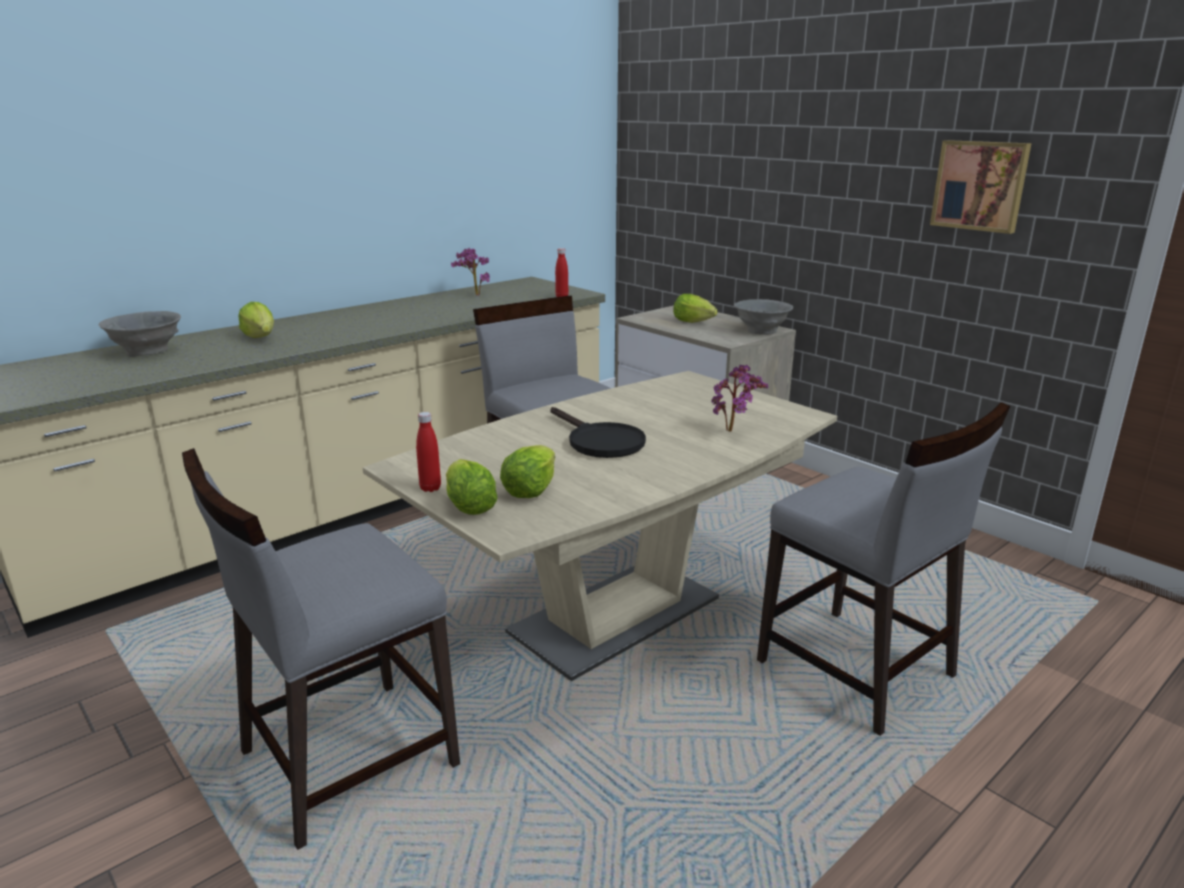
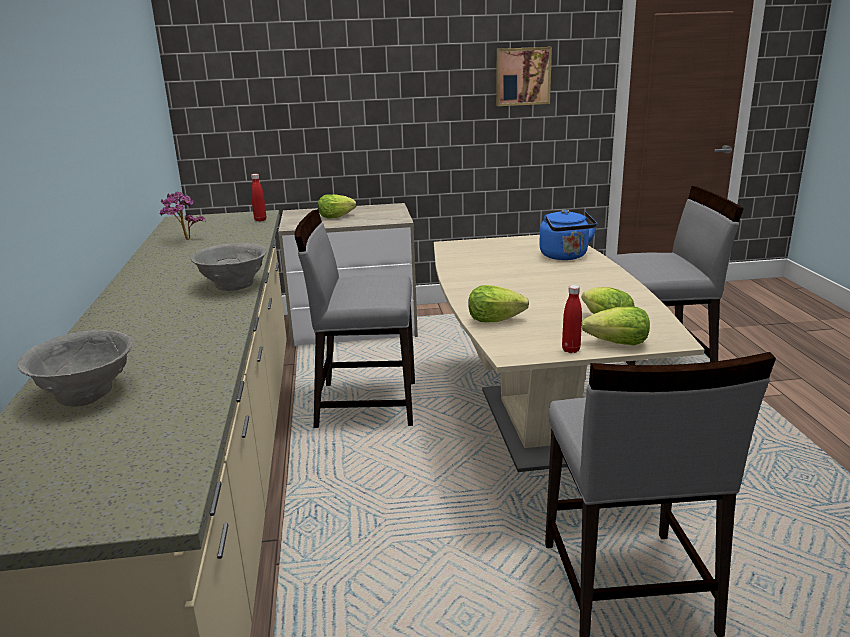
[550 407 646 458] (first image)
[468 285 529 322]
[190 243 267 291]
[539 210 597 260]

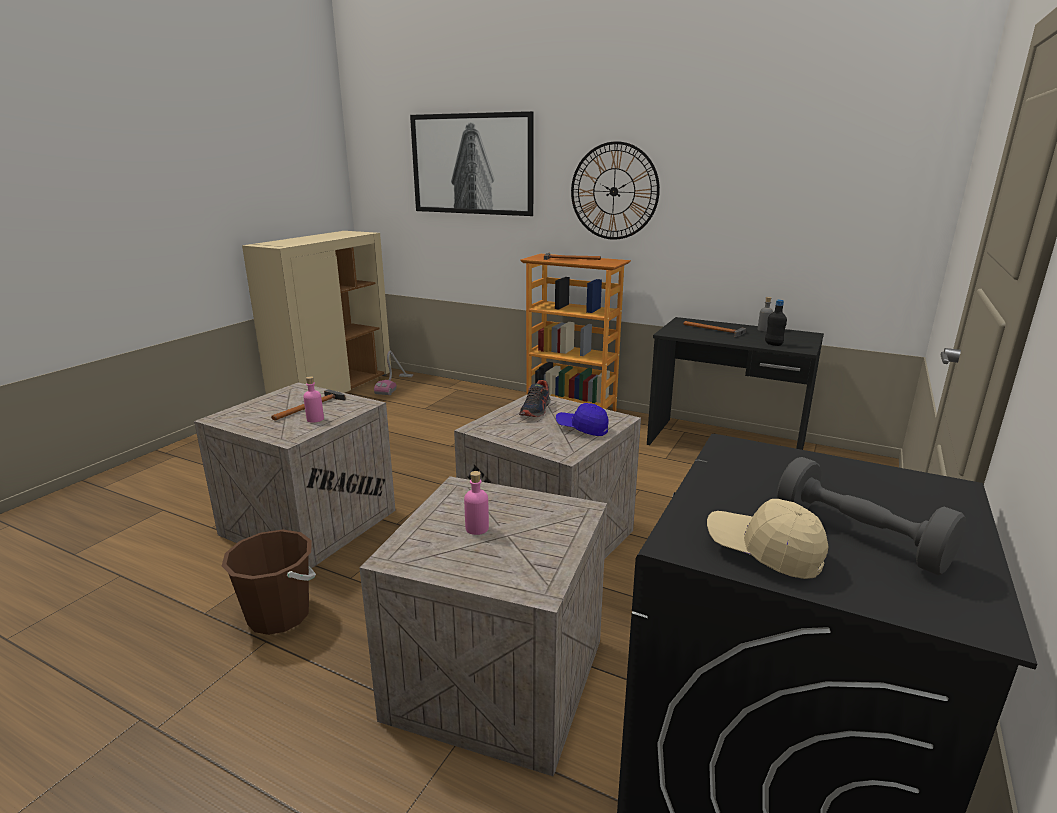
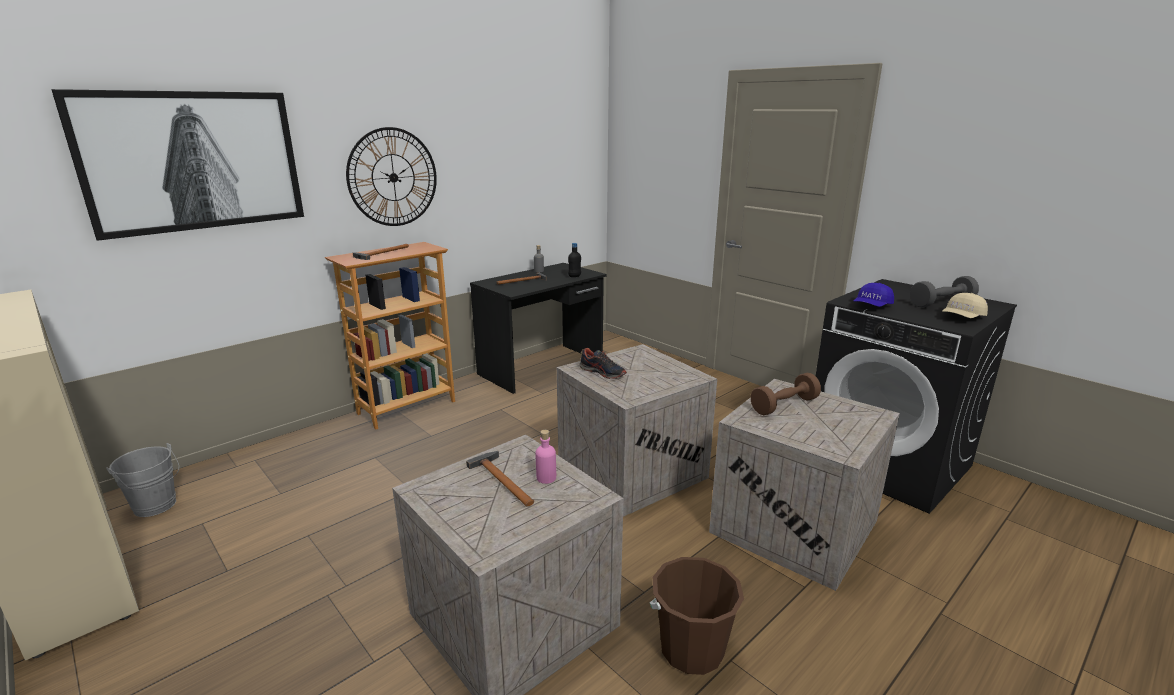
[464 471 489 535] (first image)
[751 373 821 415]
[854 283 894 307]
[106 443 179 517]

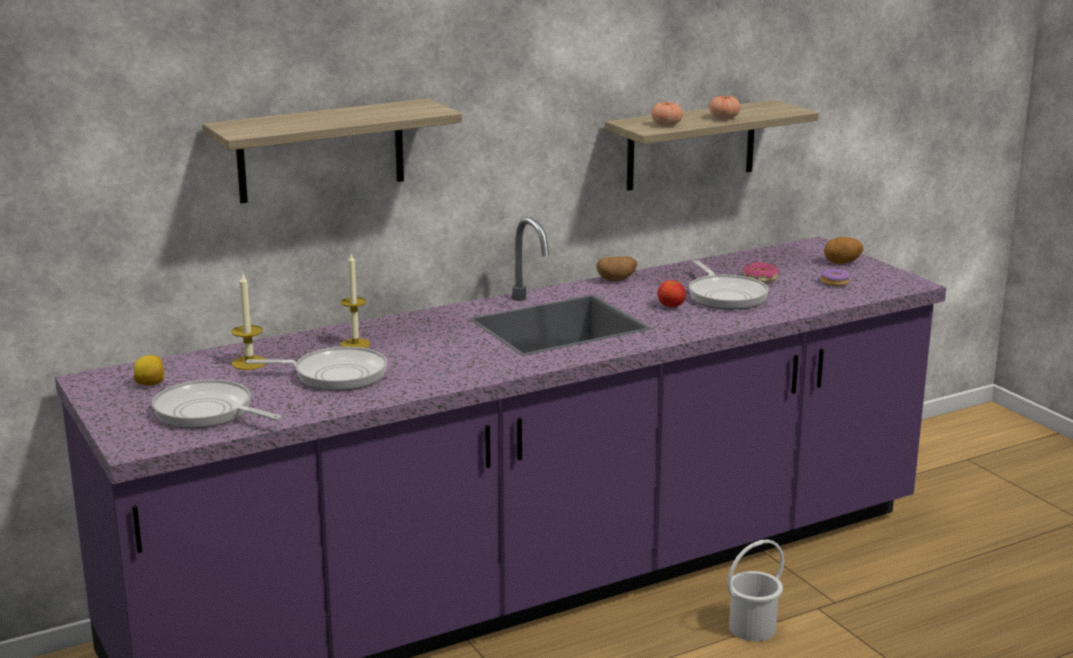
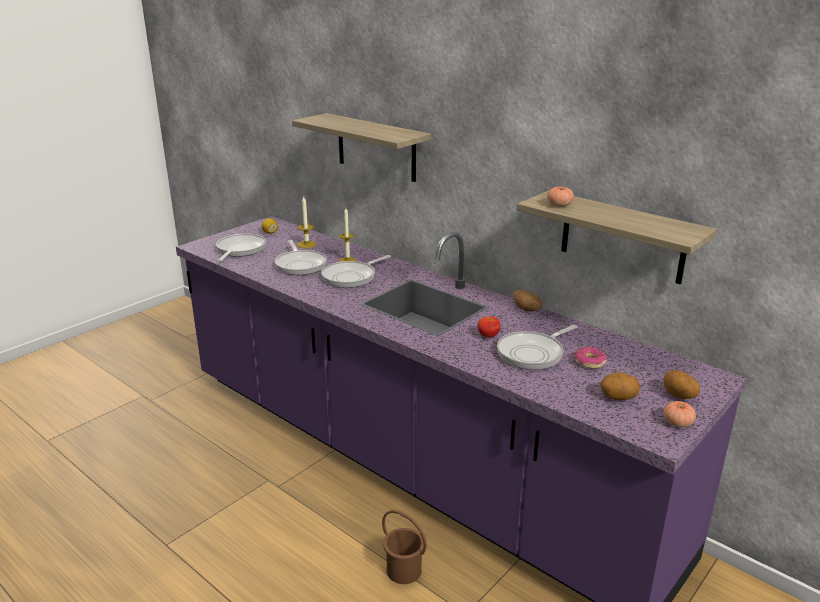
[321 255 391 288]
[663 401 696 427]
[600 372 640 400]
[382 510 427 584]

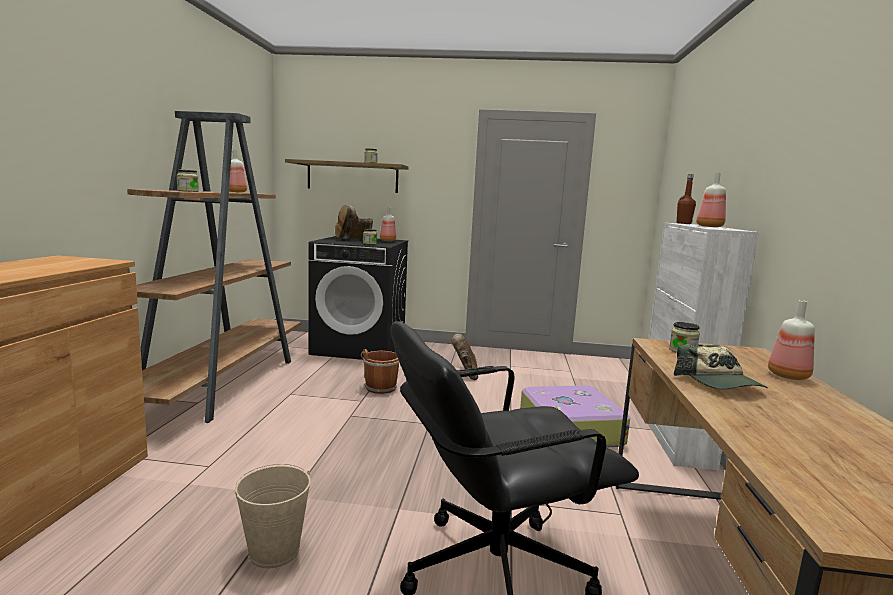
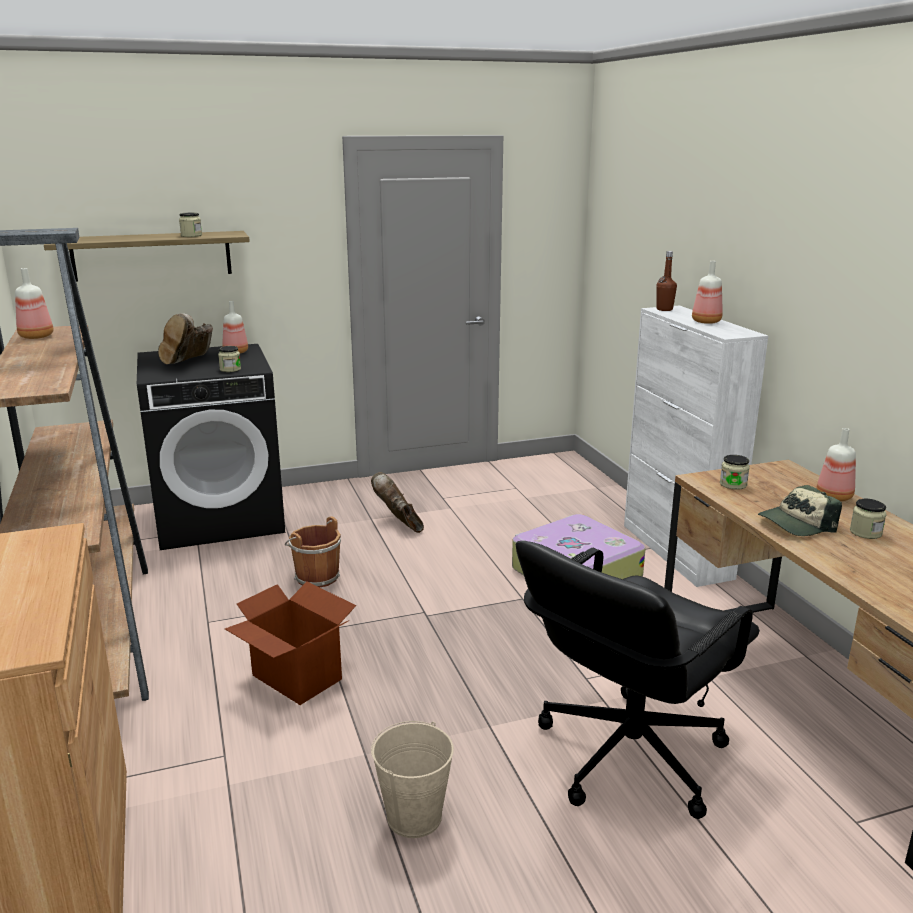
[225 582 356 705]
[850 499 887 539]
[758 485 842 536]

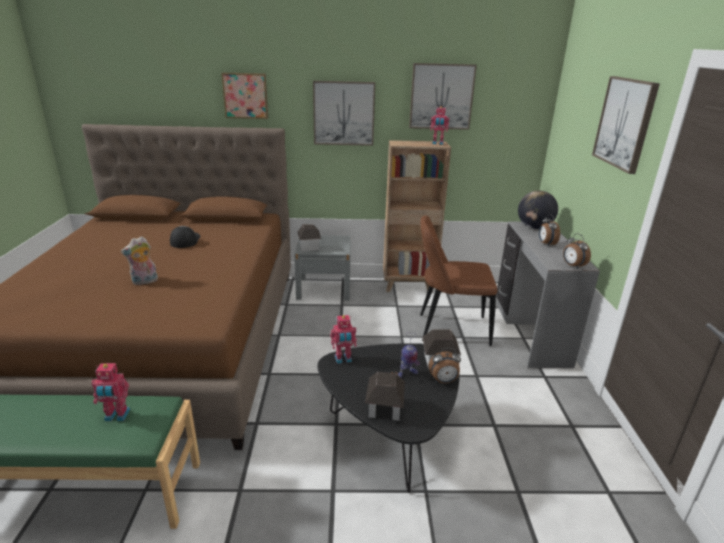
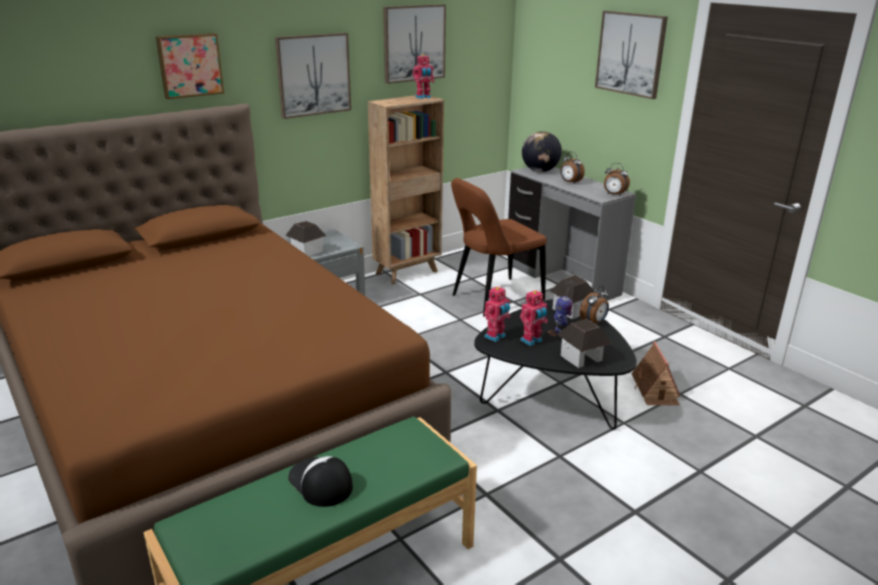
[121 236 158 285] (first image)
[631 342 681 405]
[520 290 548 346]
[288 456 353 507]

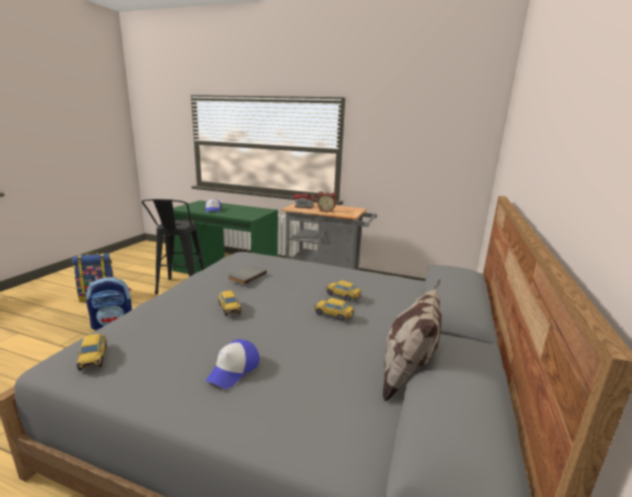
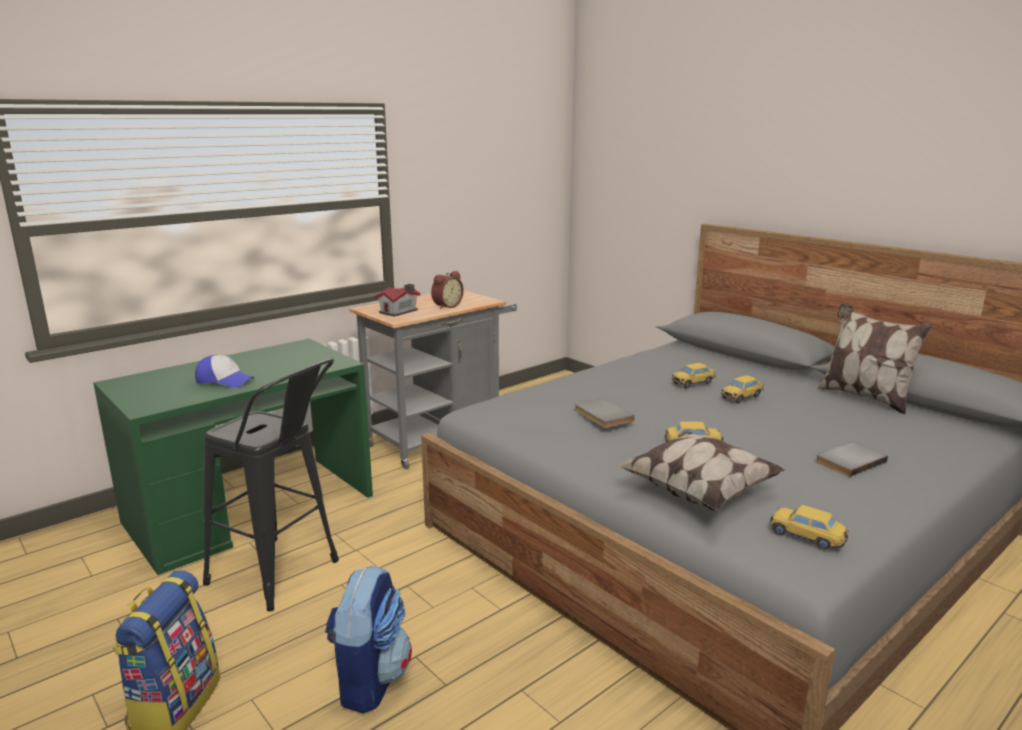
[617 432 785 511]
[815 442 888 477]
[770 505 849 550]

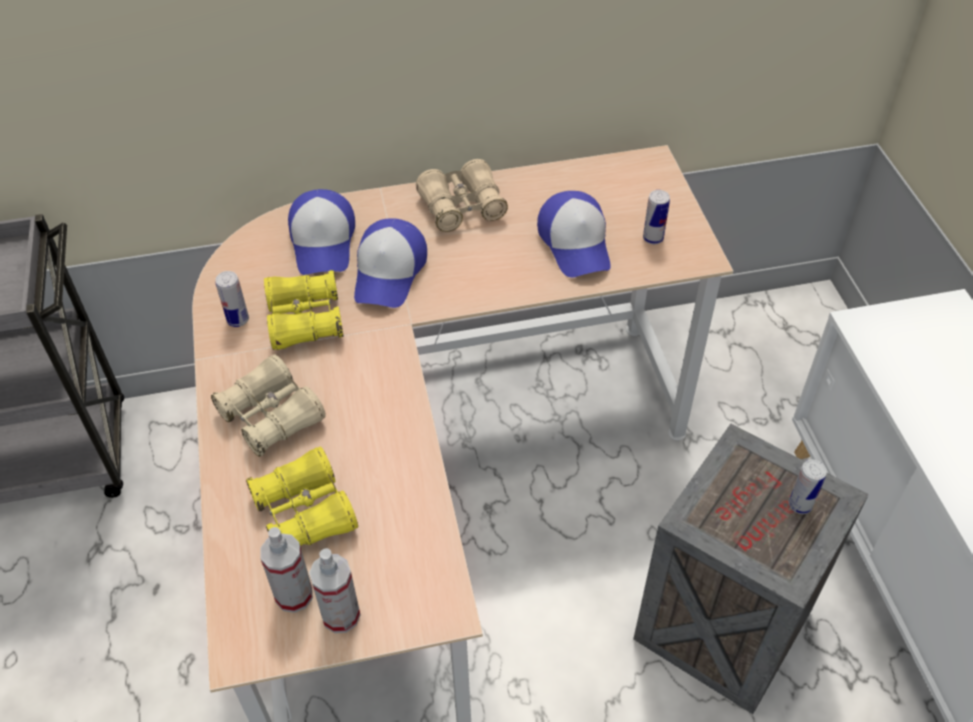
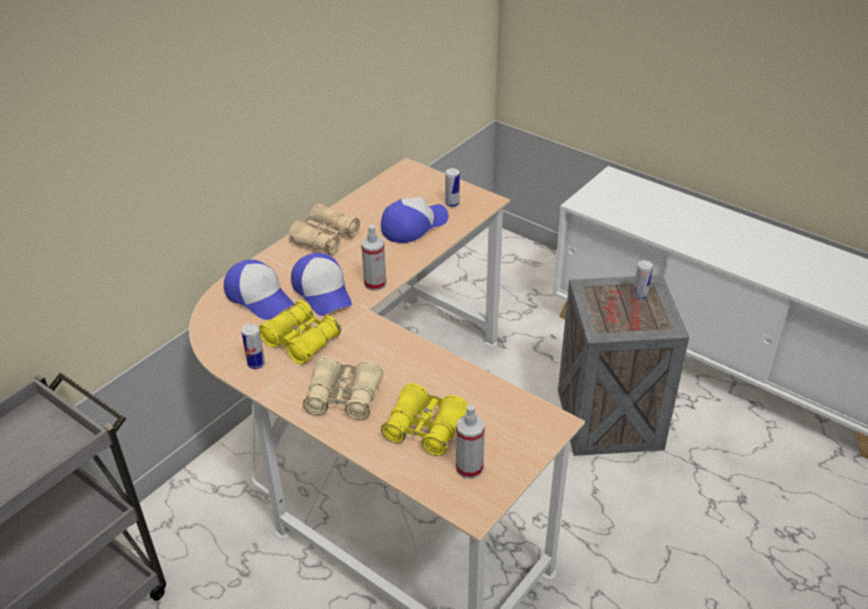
[361 225 386 291]
[381 197 449 243]

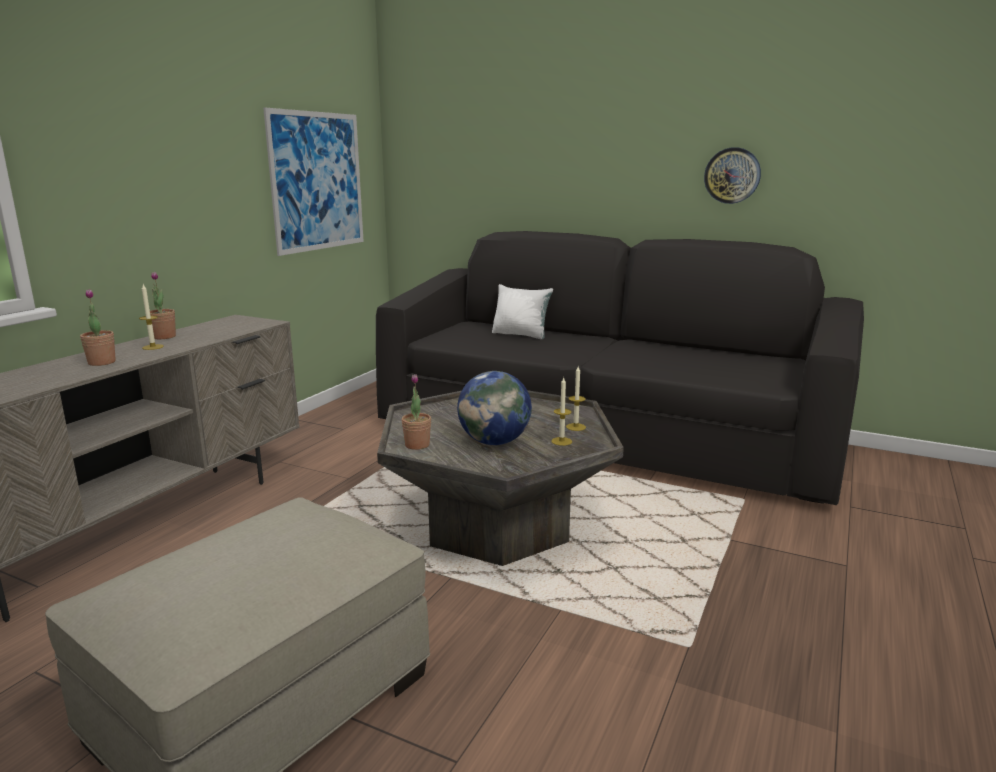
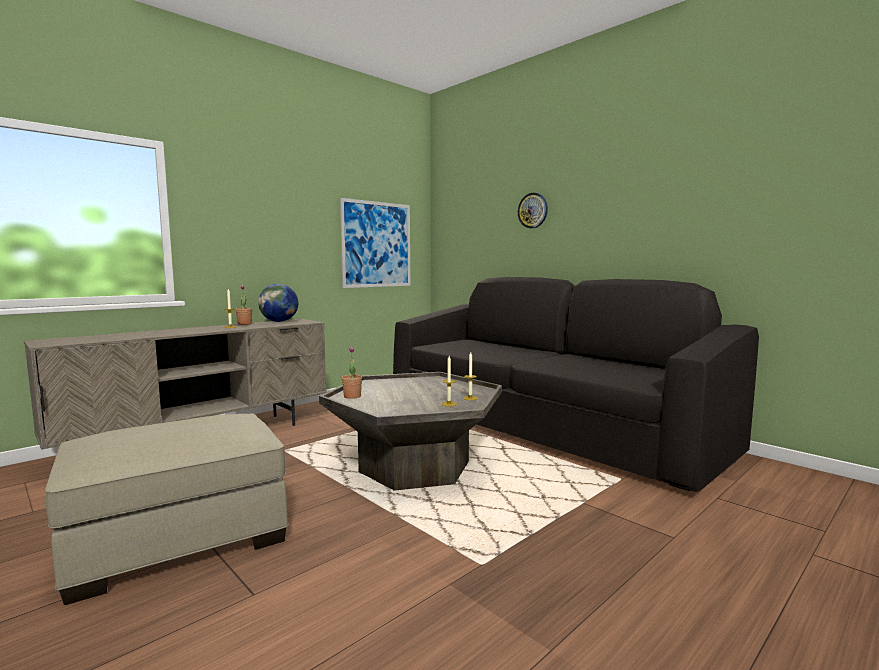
[80 289 116 366] (first image)
[492 284 553 340] (first image)
[258 284 298 322]
[518 193 548 228]

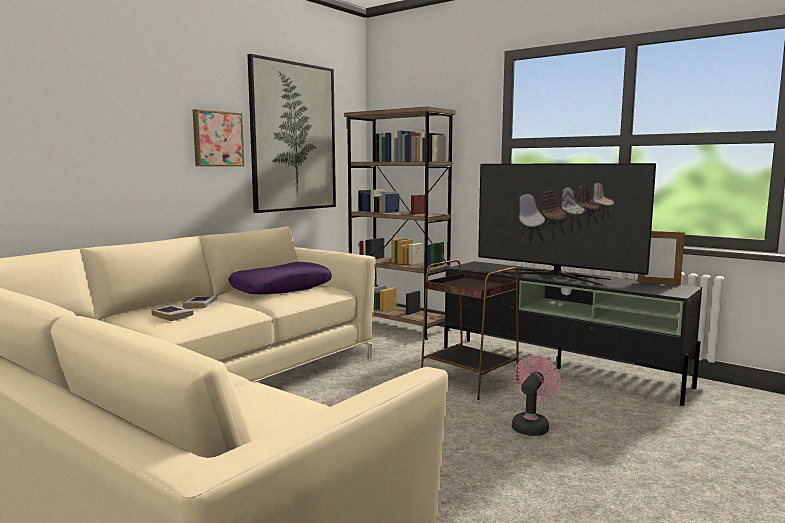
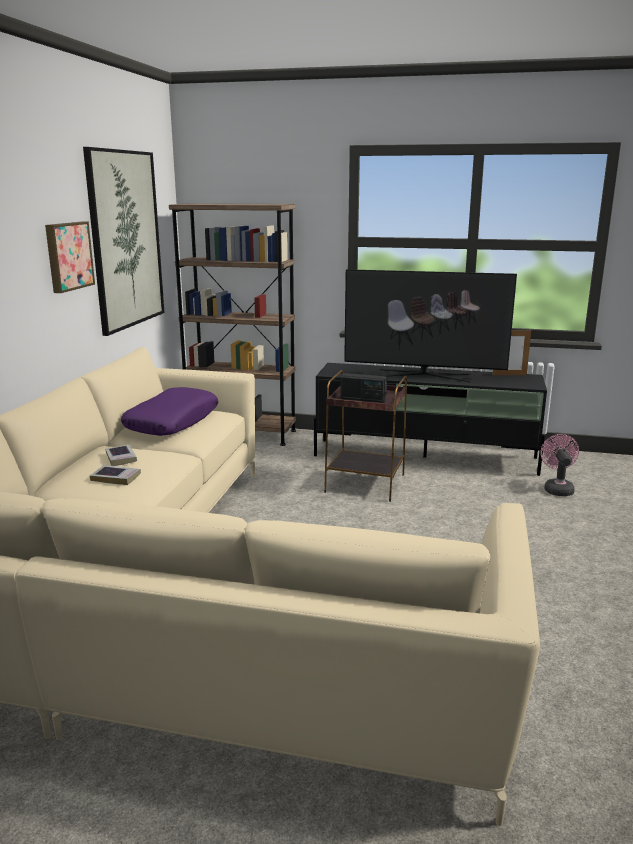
[340 373 387 403]
[541 434 579 496]

